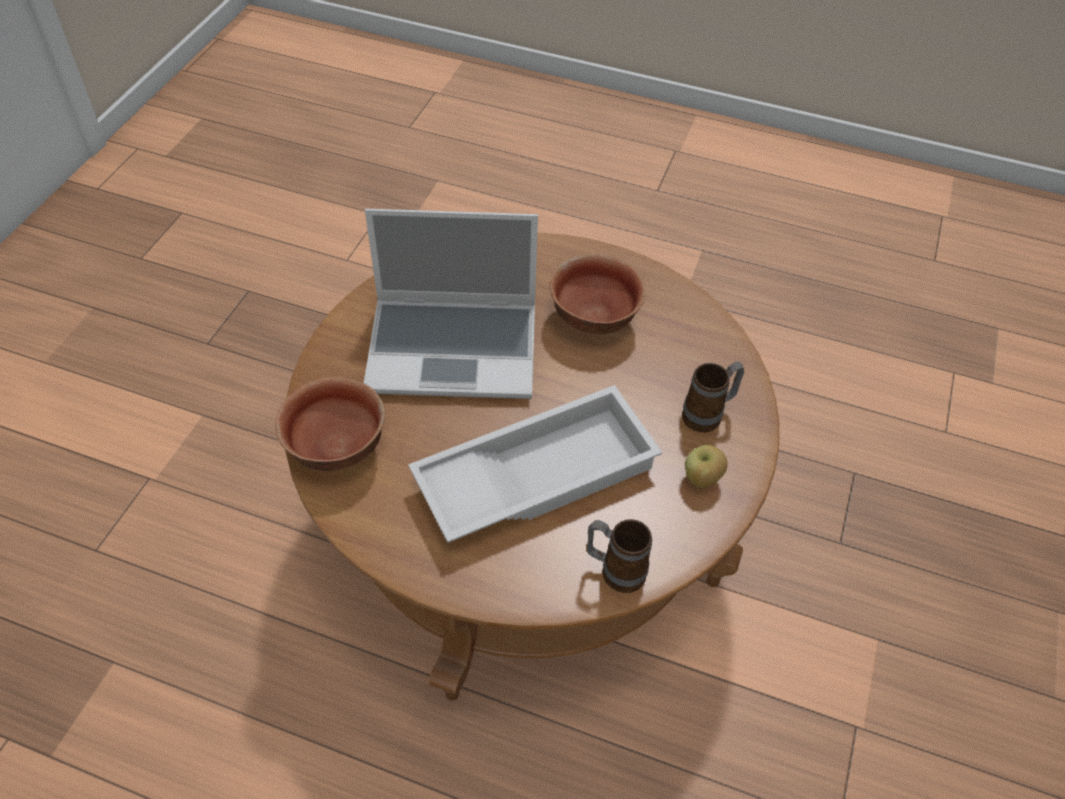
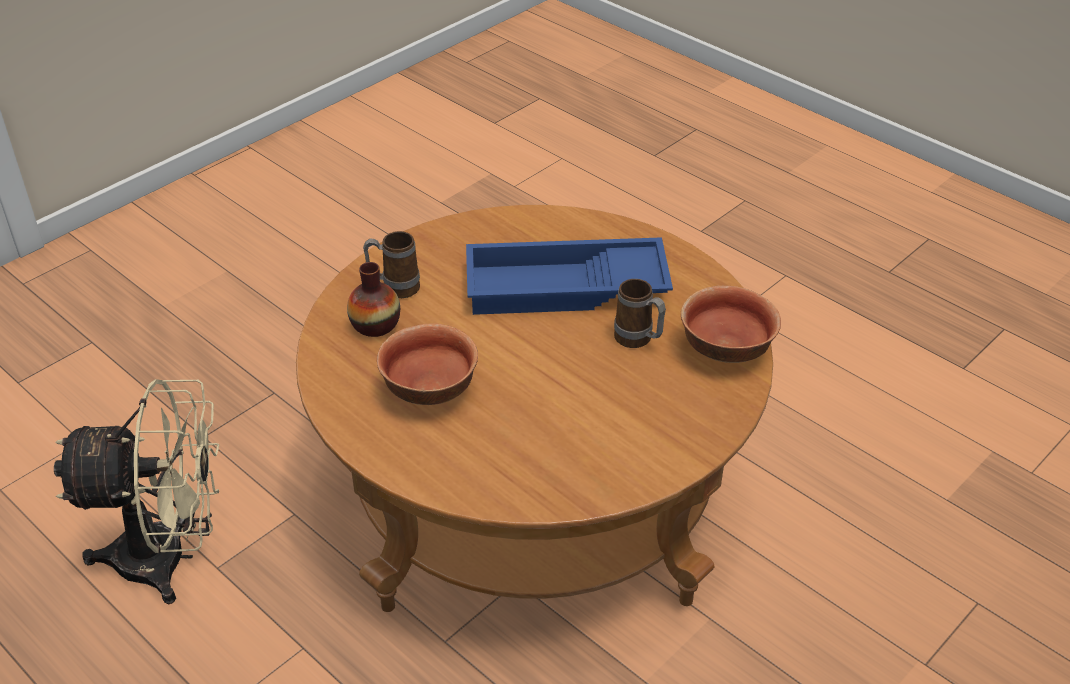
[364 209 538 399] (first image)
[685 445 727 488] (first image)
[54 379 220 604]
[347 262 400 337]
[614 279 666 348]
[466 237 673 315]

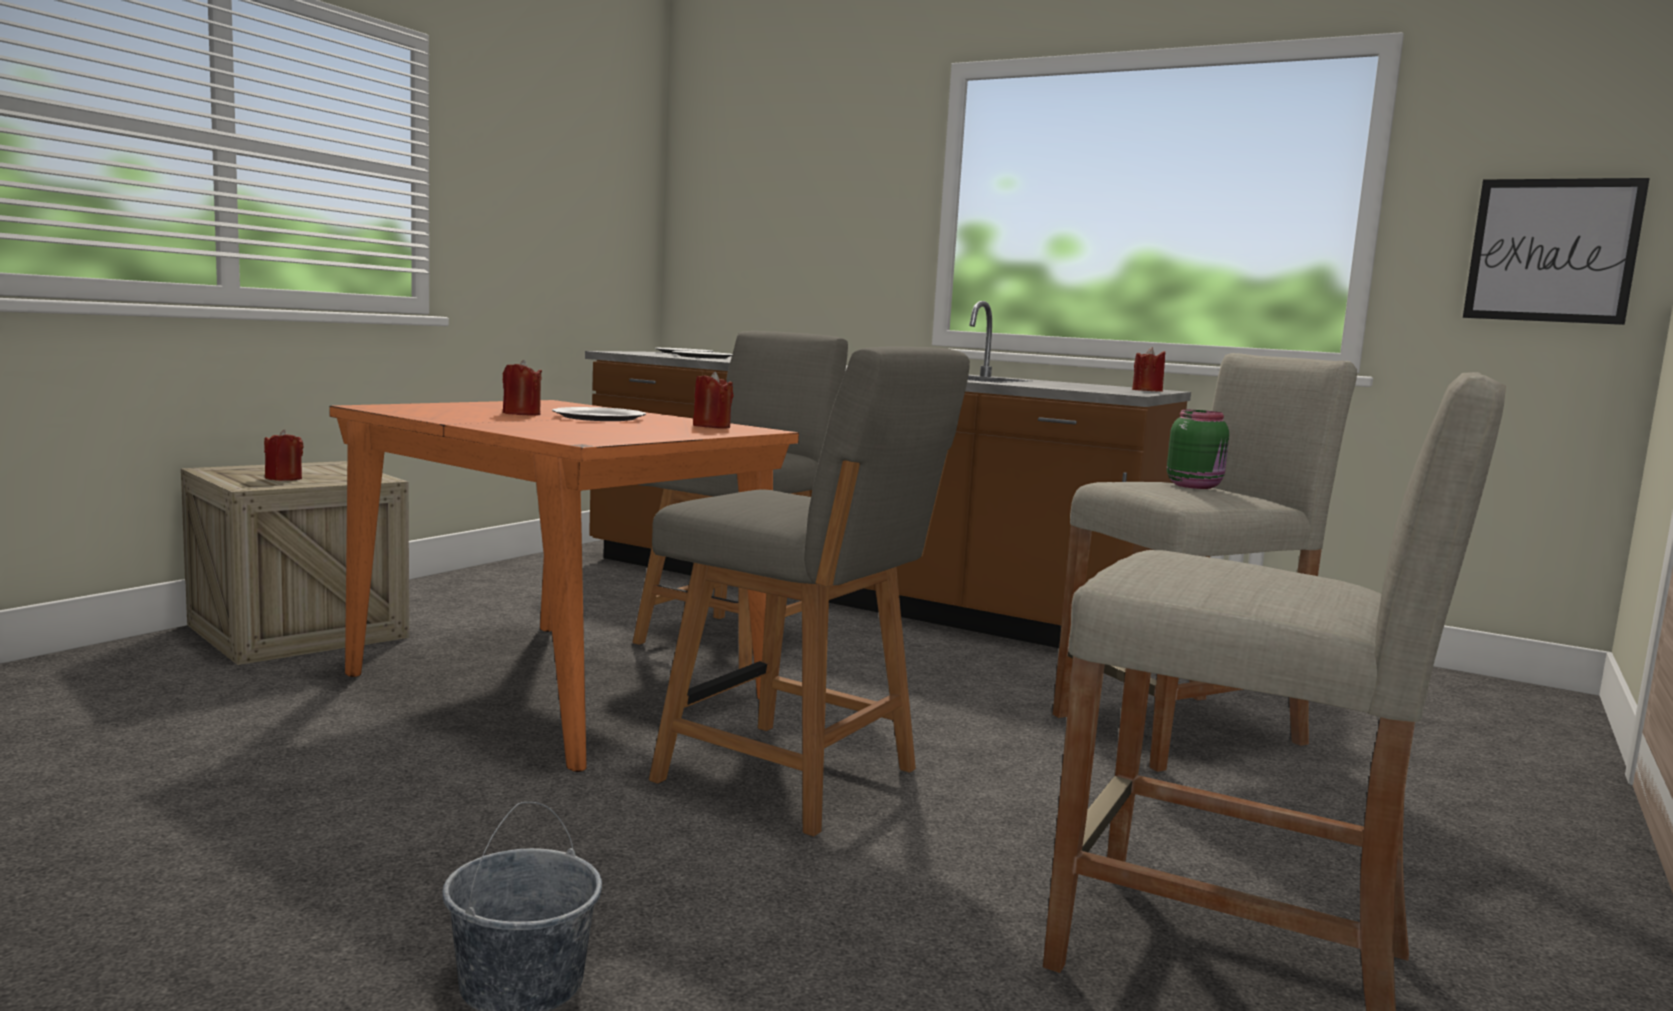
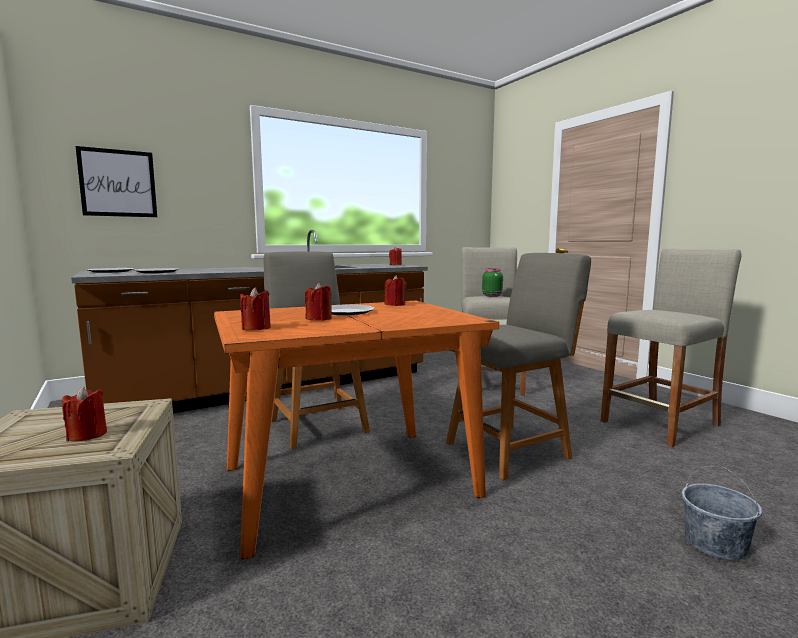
[240 287 271 330]
[76 146 157 217]

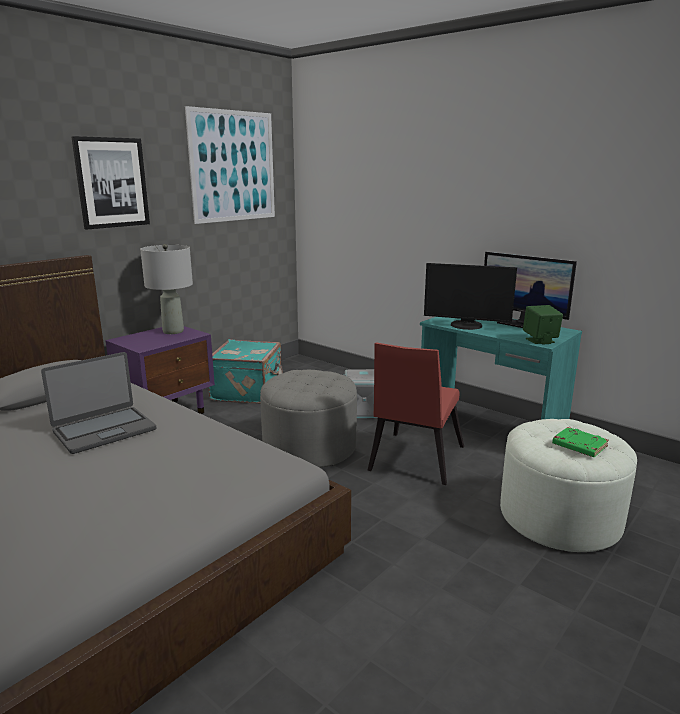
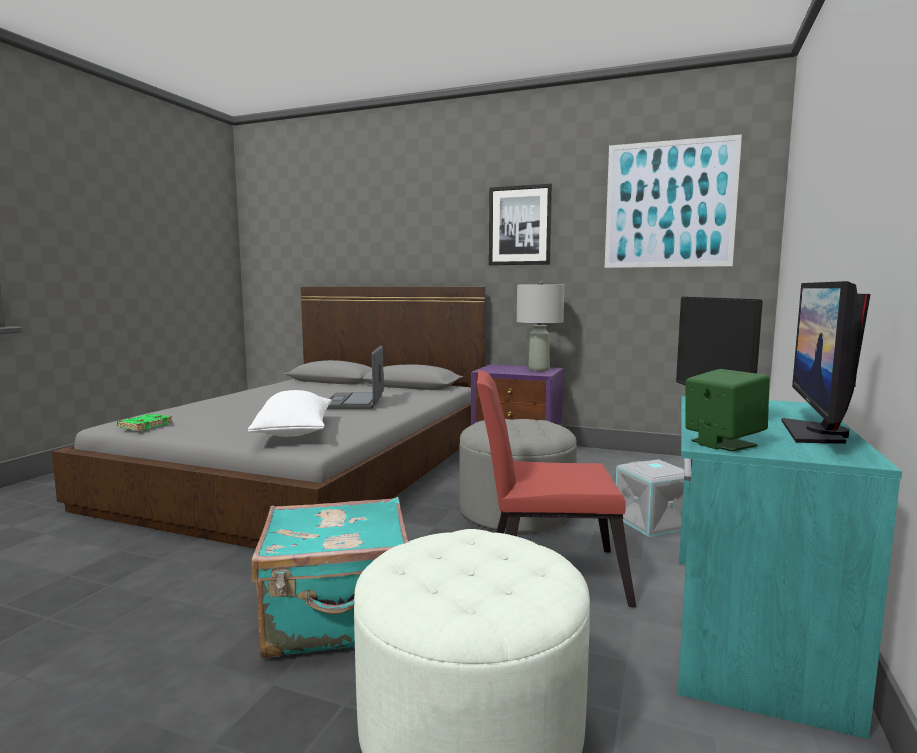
[248 390 332 437]
[252 497 409 658]
[117 414 173 431]
[327 346 384 409]

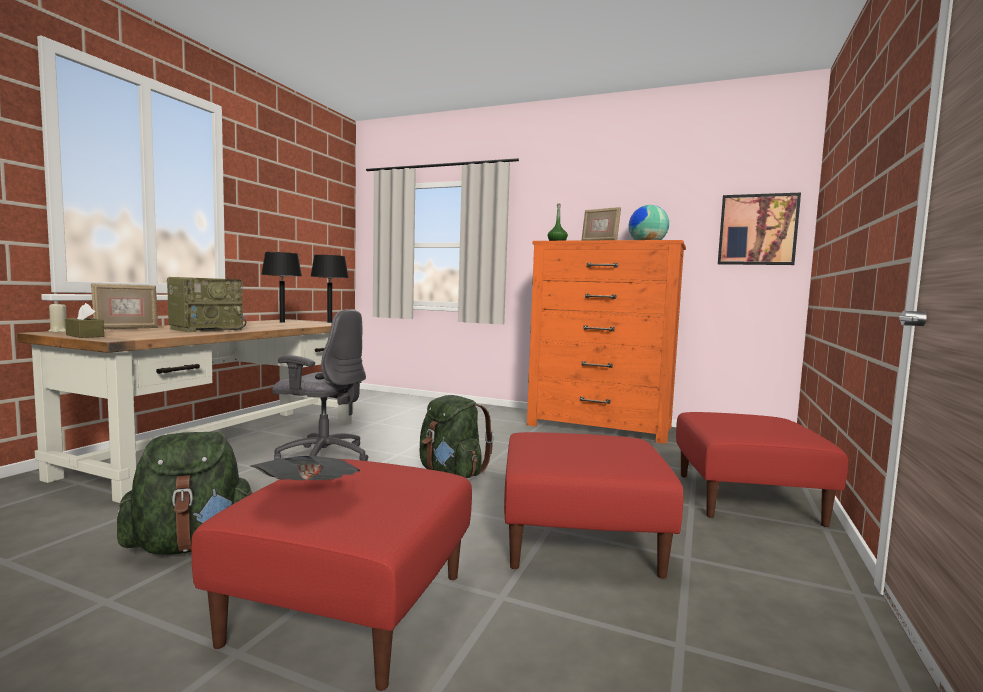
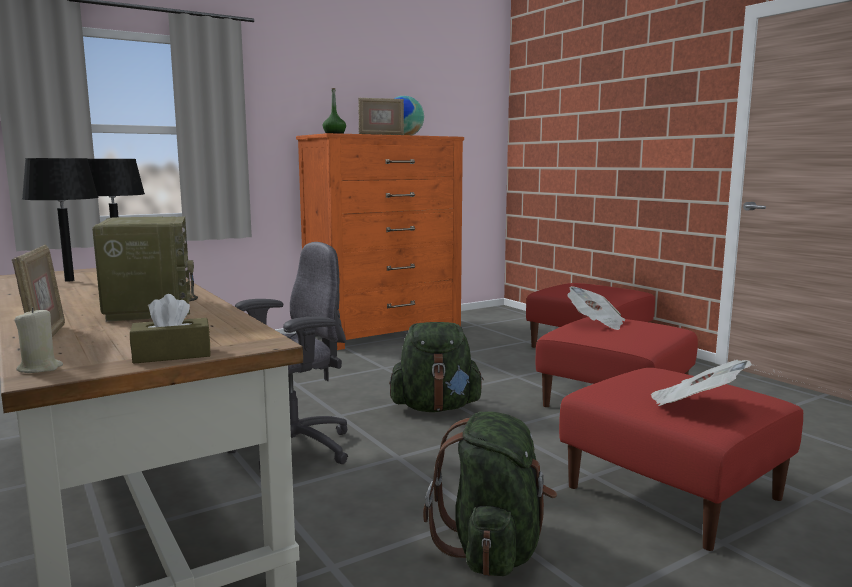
[718 193 801 265] (first image)
[567 286 625 330]

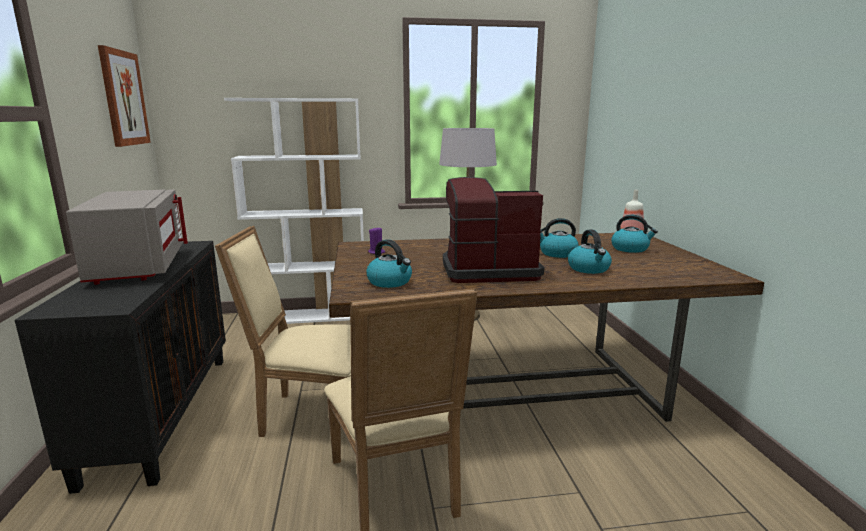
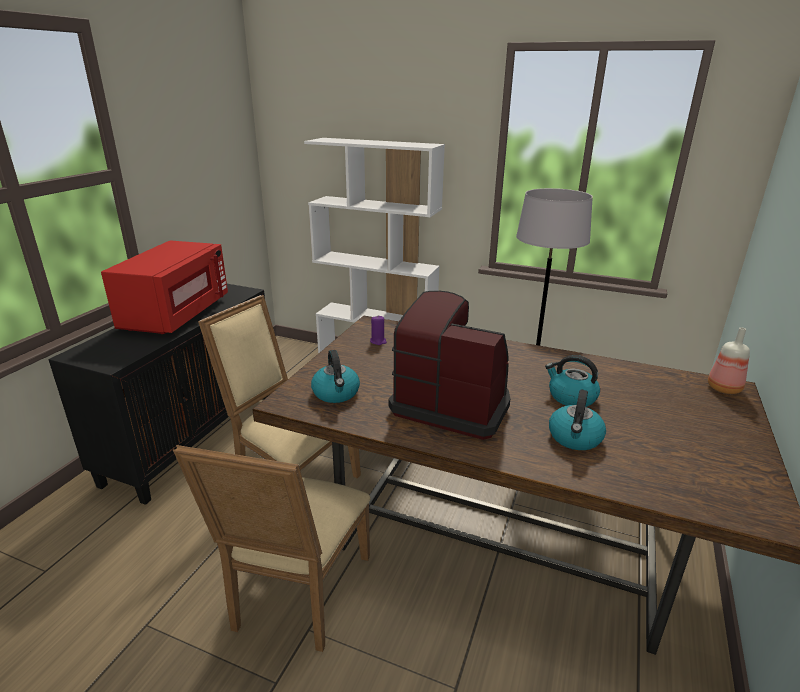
[98 45 151 147] (first image)
[611 215 658 253] (first image)
[101 241 228 334]

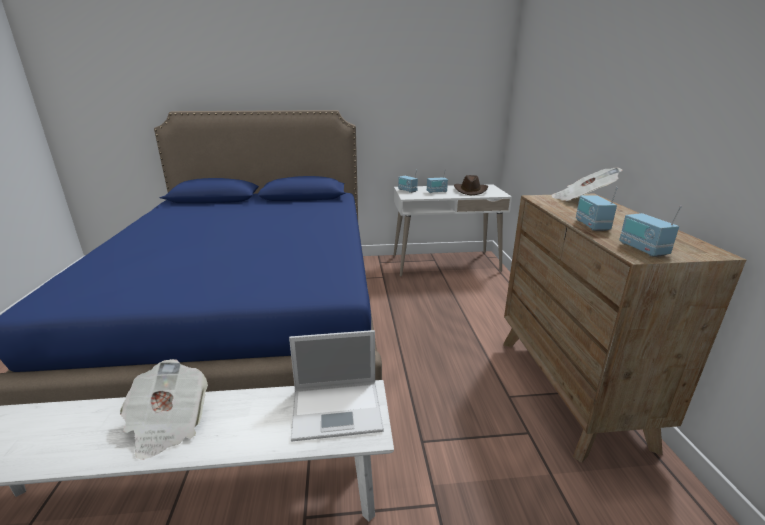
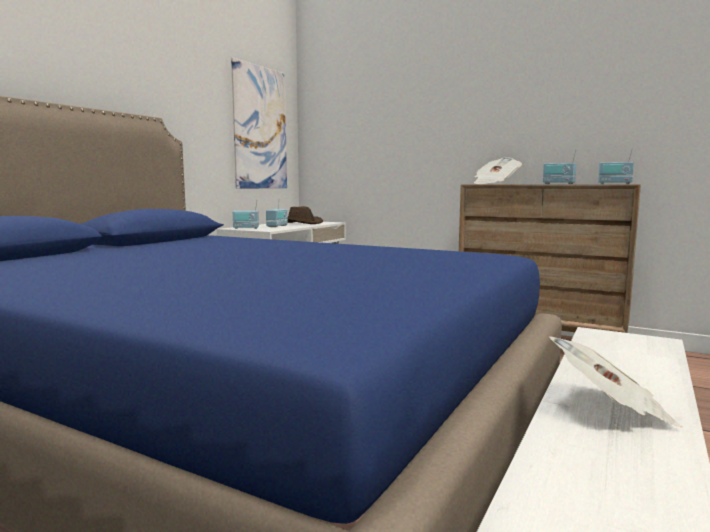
[289 330 384 441] (first image)
[231 58 287 189]

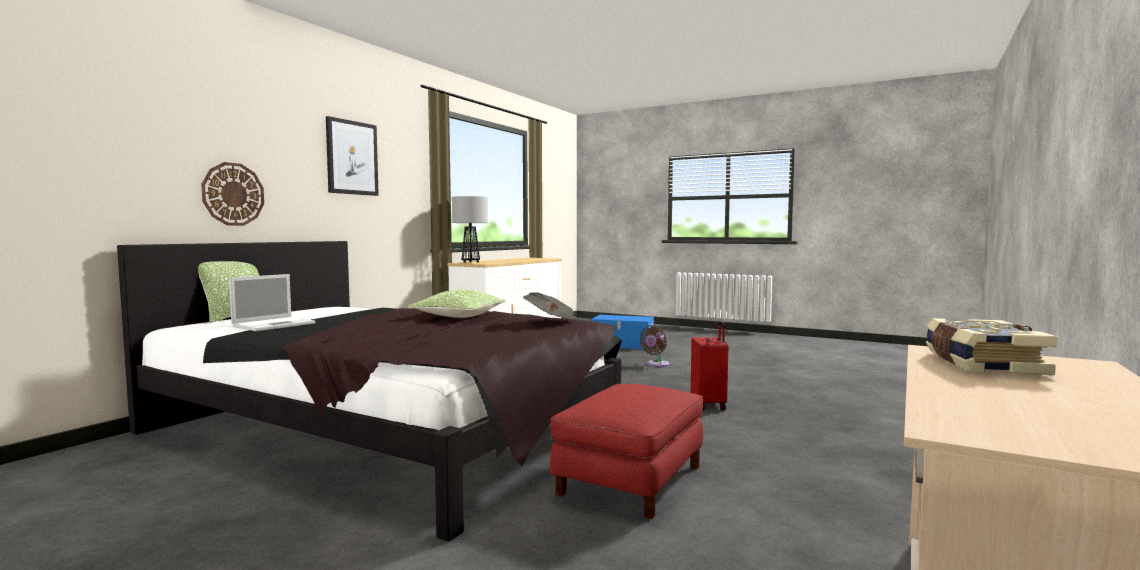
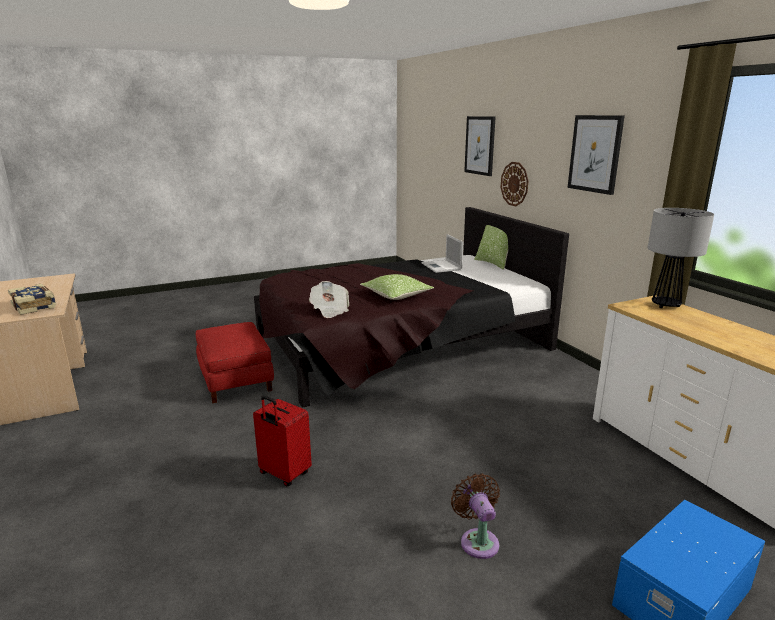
[464 116 496 176]

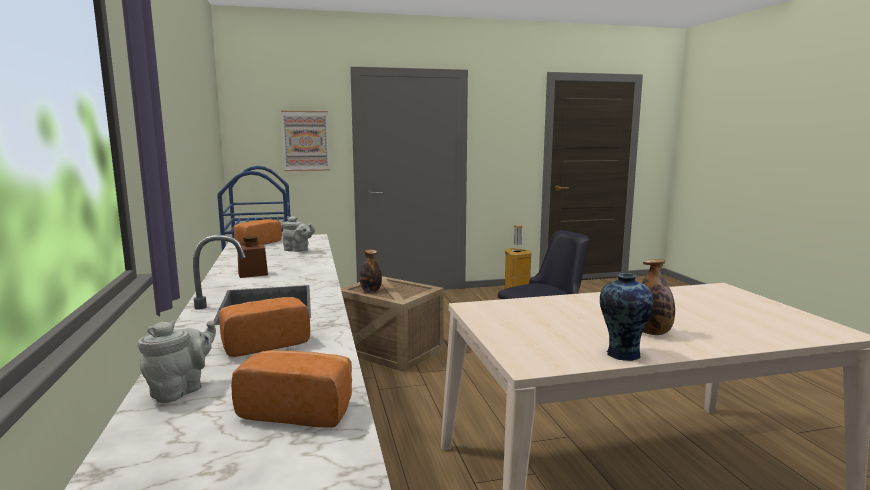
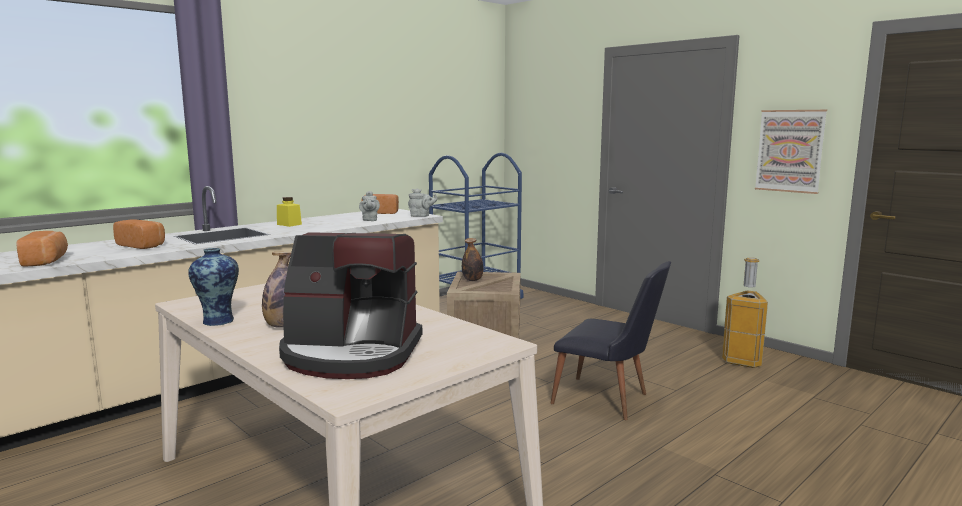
[279 232 422 379]
[408 189 438 217]
[755 110 827 194]
[277 197 302 227]

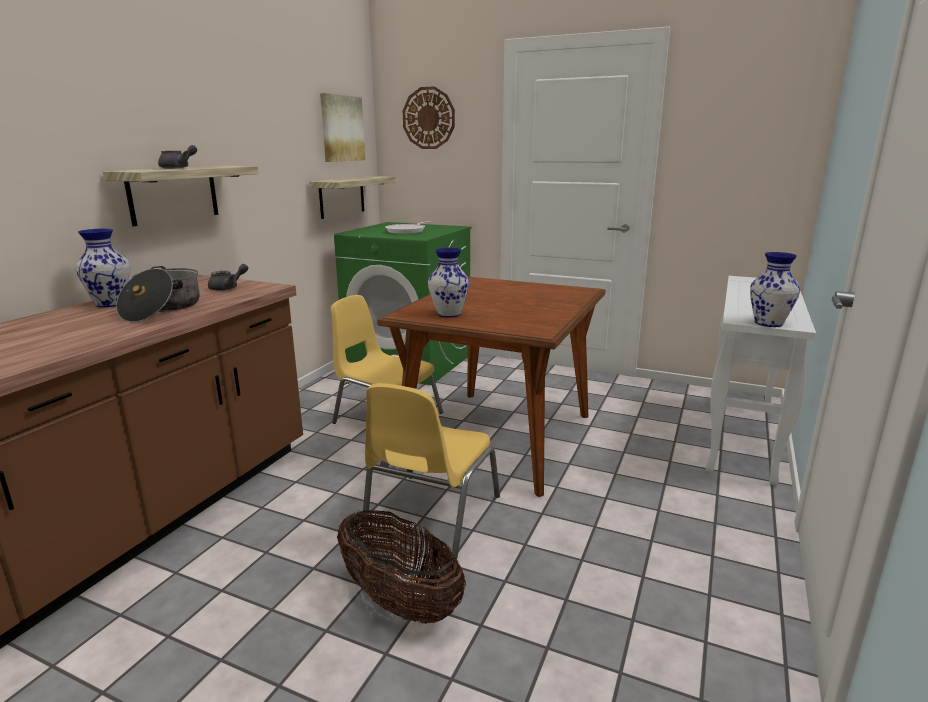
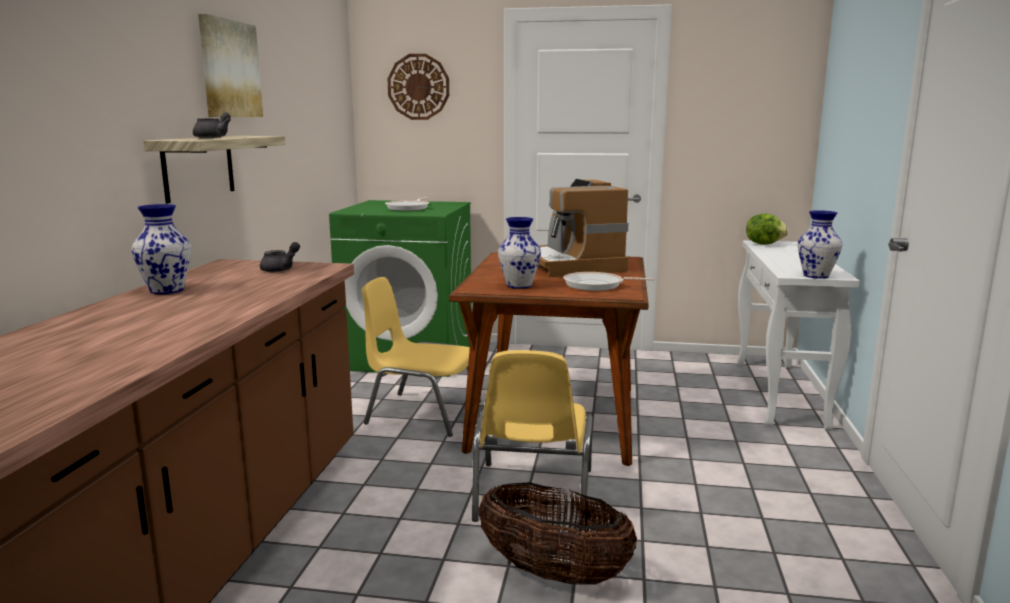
[116 266 200 322] (first image)
[309 176 396 219] (first image)
[538 179 628 277]
[563 272 655 291]
[746 214 789 245]
[198 14 263 117]

